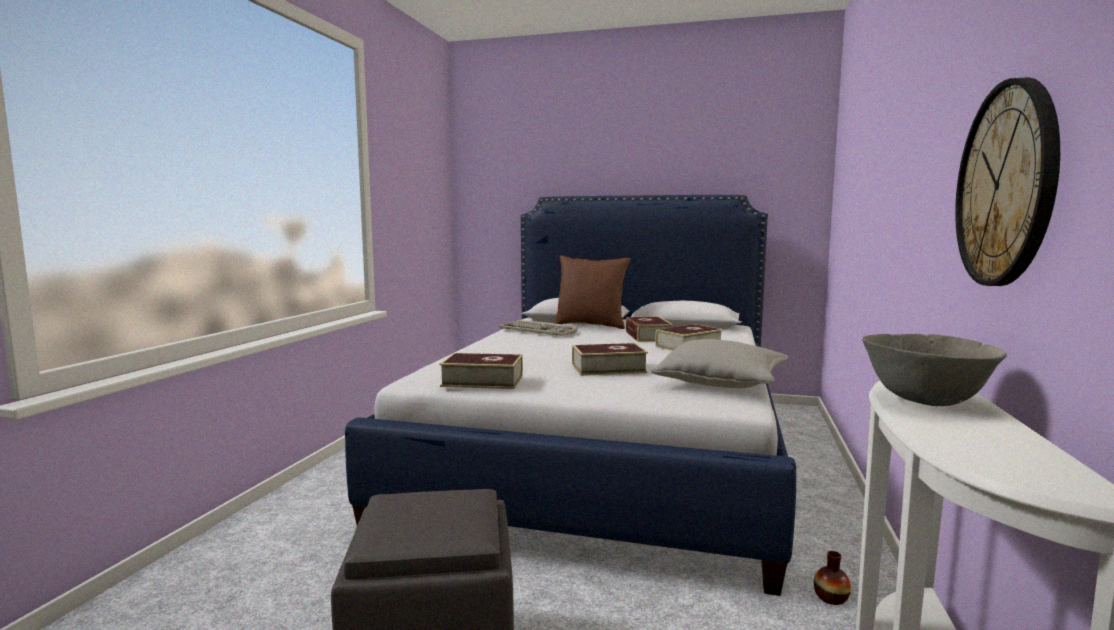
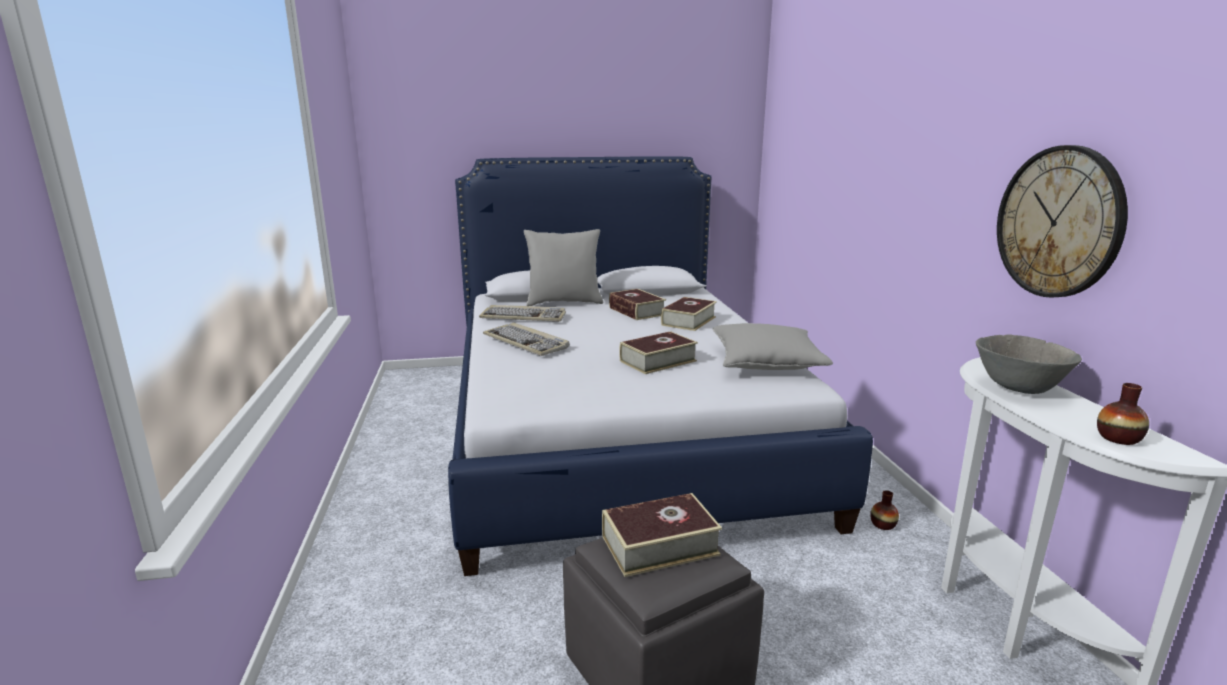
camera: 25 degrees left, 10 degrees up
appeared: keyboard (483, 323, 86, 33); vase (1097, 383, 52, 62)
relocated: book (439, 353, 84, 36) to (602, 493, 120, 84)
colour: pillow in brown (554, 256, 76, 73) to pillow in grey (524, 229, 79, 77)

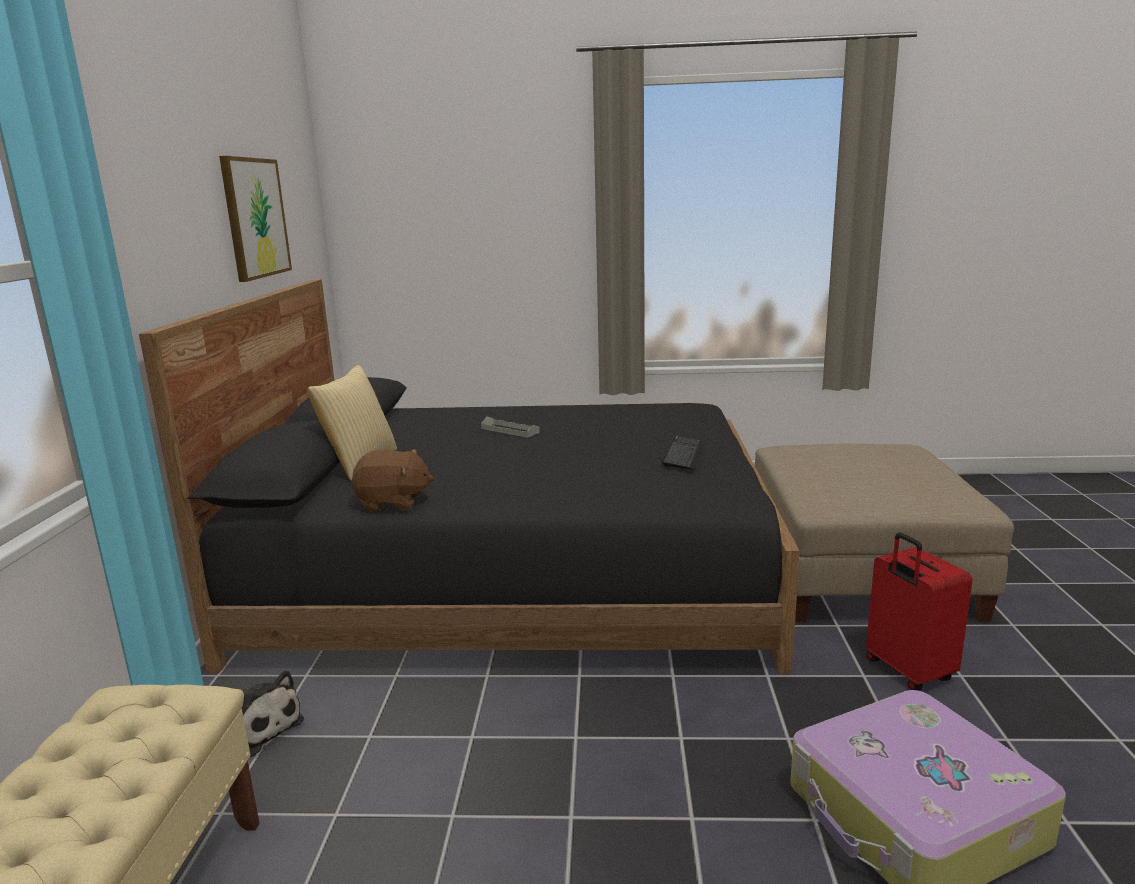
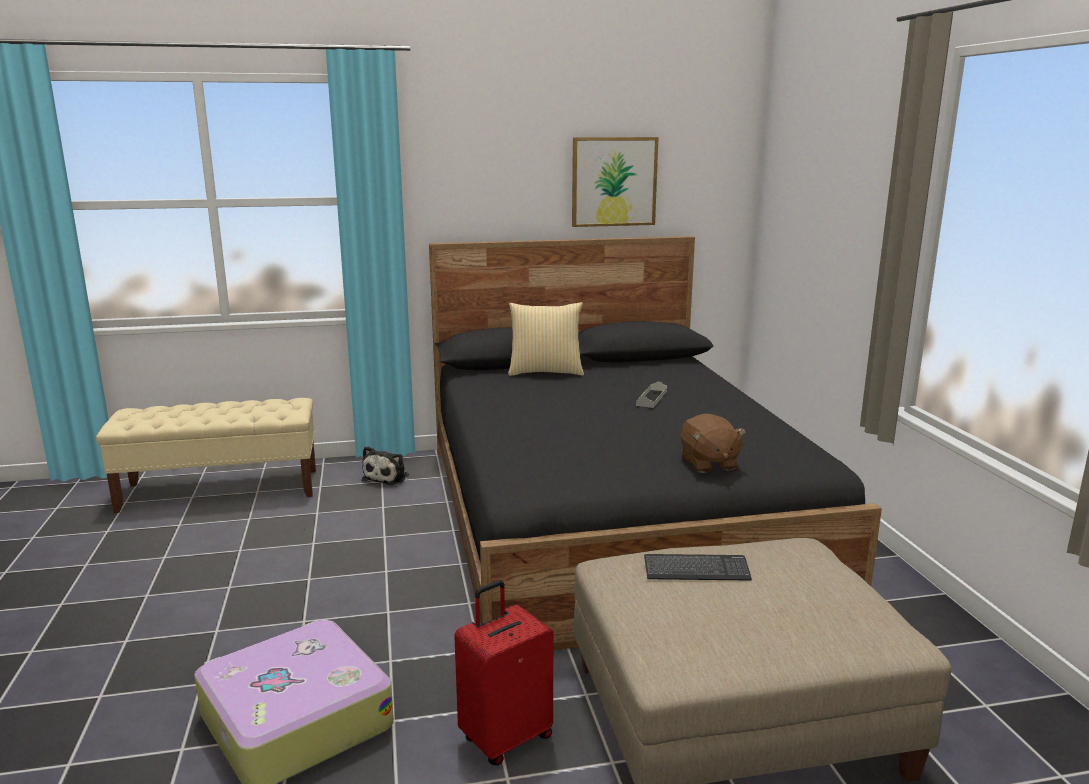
camera: 75 degrees right, 0 degrees up
relocated: plush toy in brown (352, 449, 82, 62) to (680, 414, 66, 59); keyboard (661, 435, 43, 35) to (644, 554, 108, 27)

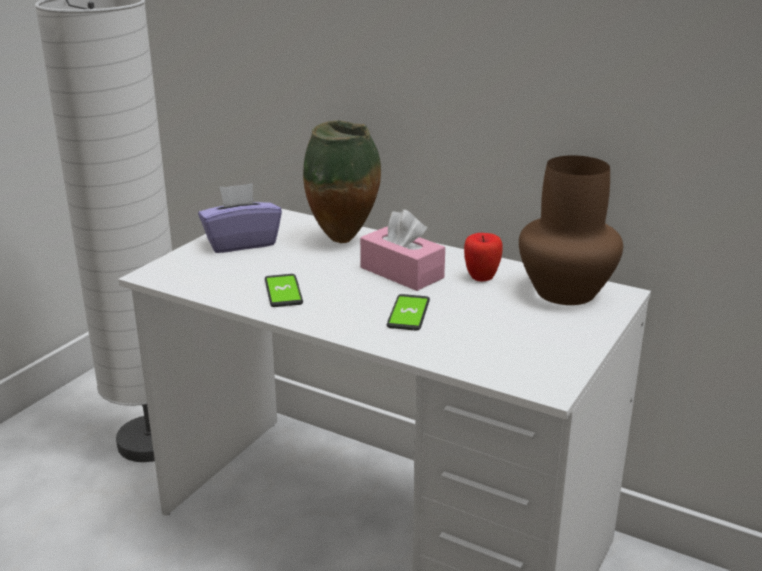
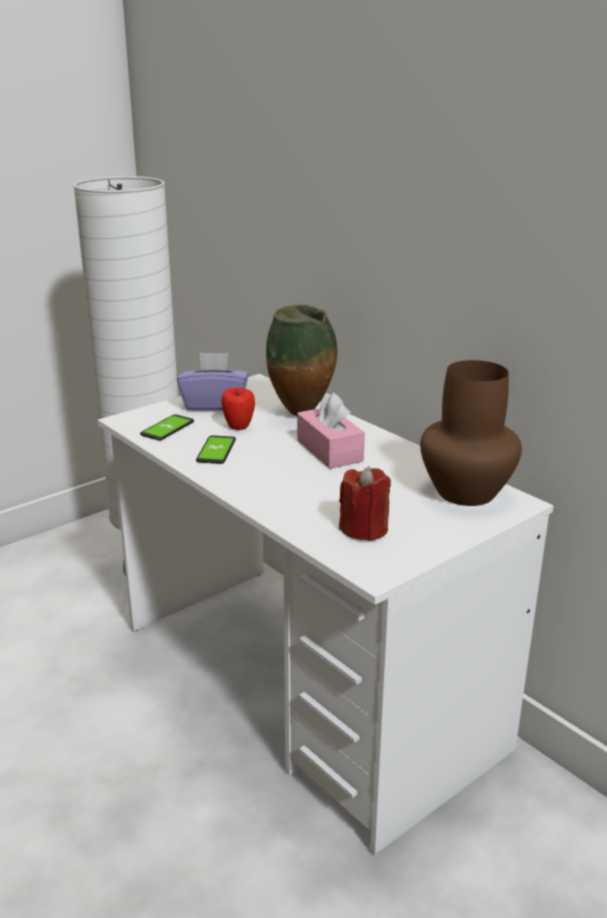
camera: 20 degrees right, 0 degrees up
appeared: candle in red (339, 466, 52, 75)
relocated: phone (387, 294, 43, 37) to (140, 414, 54, 27); apple (464, 233, 39, 49) to (221, 388, 34, 42)

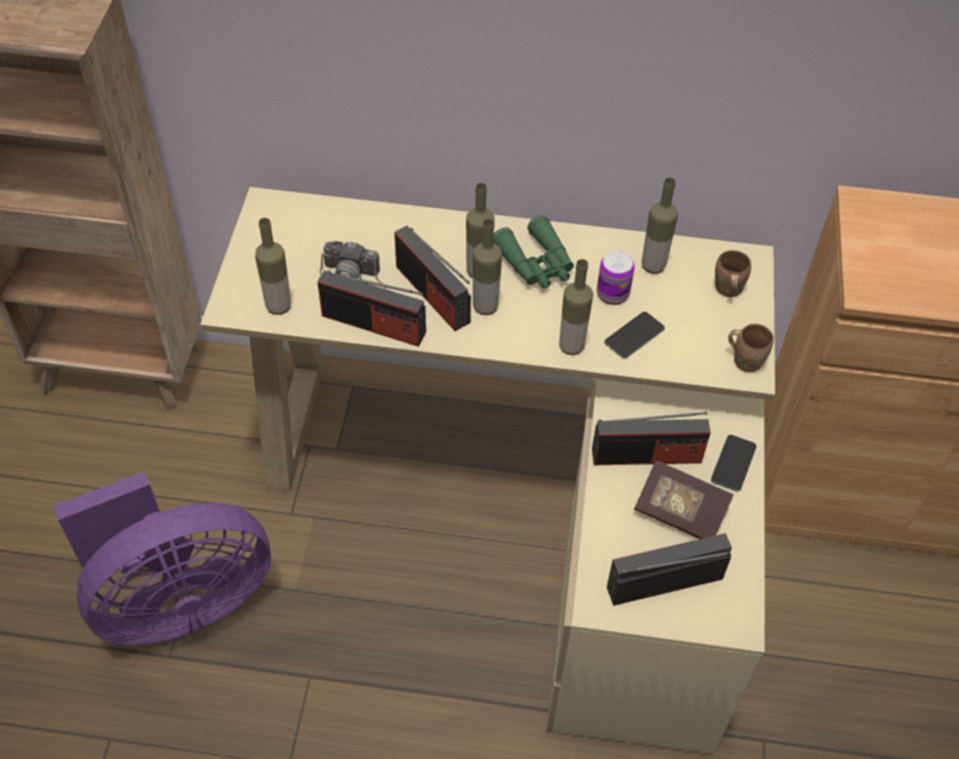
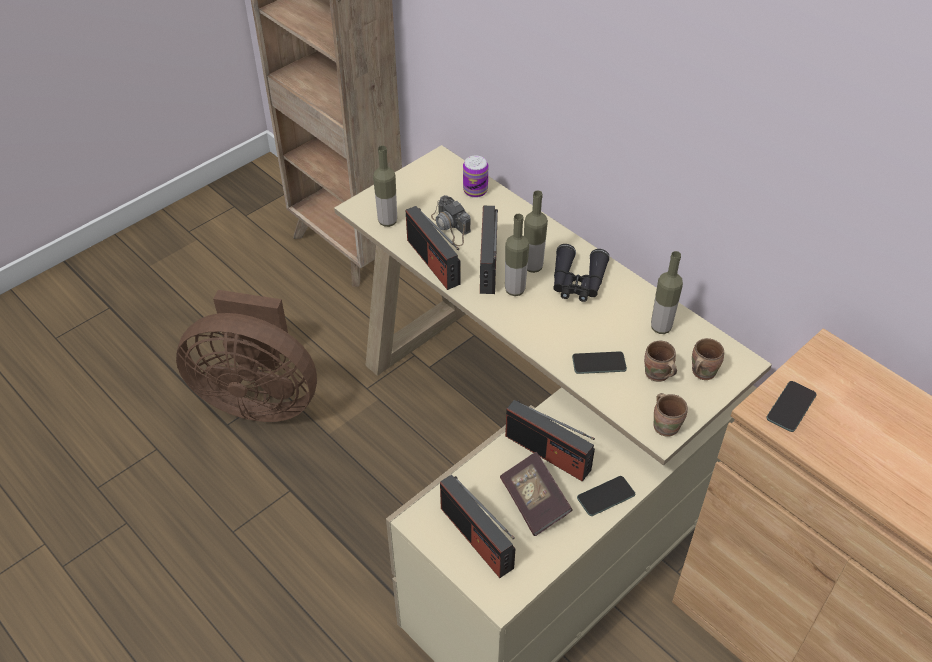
camera: 40 degrees right, 5 degrees down
missing: bottle (559, 259, 34, 96)
appeared: mug in brown (644, 341, 33, 41); phone (766, 381, 51, 51)
relocated: can (597, 251, 38, 54) to (463, 156, 25, 42)
colour: fan in purple (53, 471, 218, 174) to fan in brown (176, 290, 141, 132); binoculars in green (493, 215, 81, 74) to binoculars in black (553, 244, 57, 58)
spun: radio (607, 533, 125, 73) = (440, 475, 75, 103) 150 degrees counterclockwise

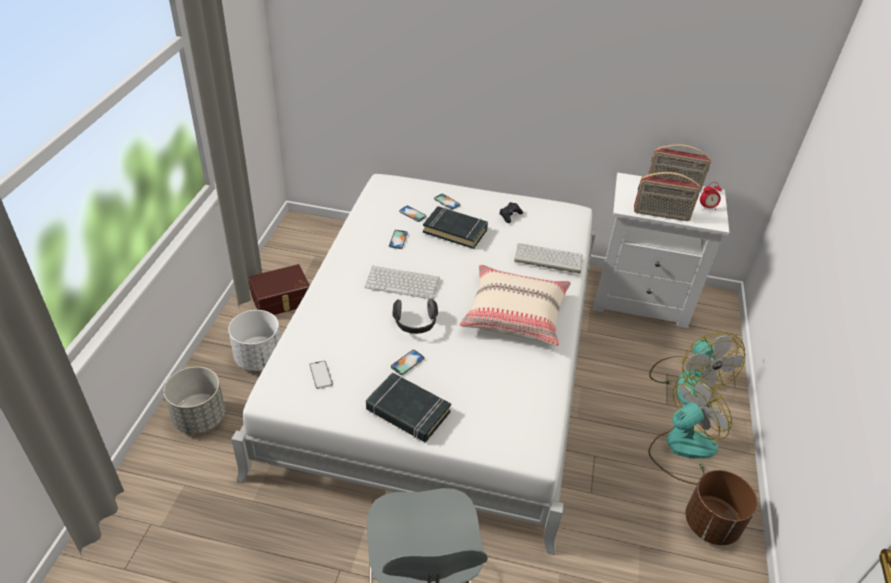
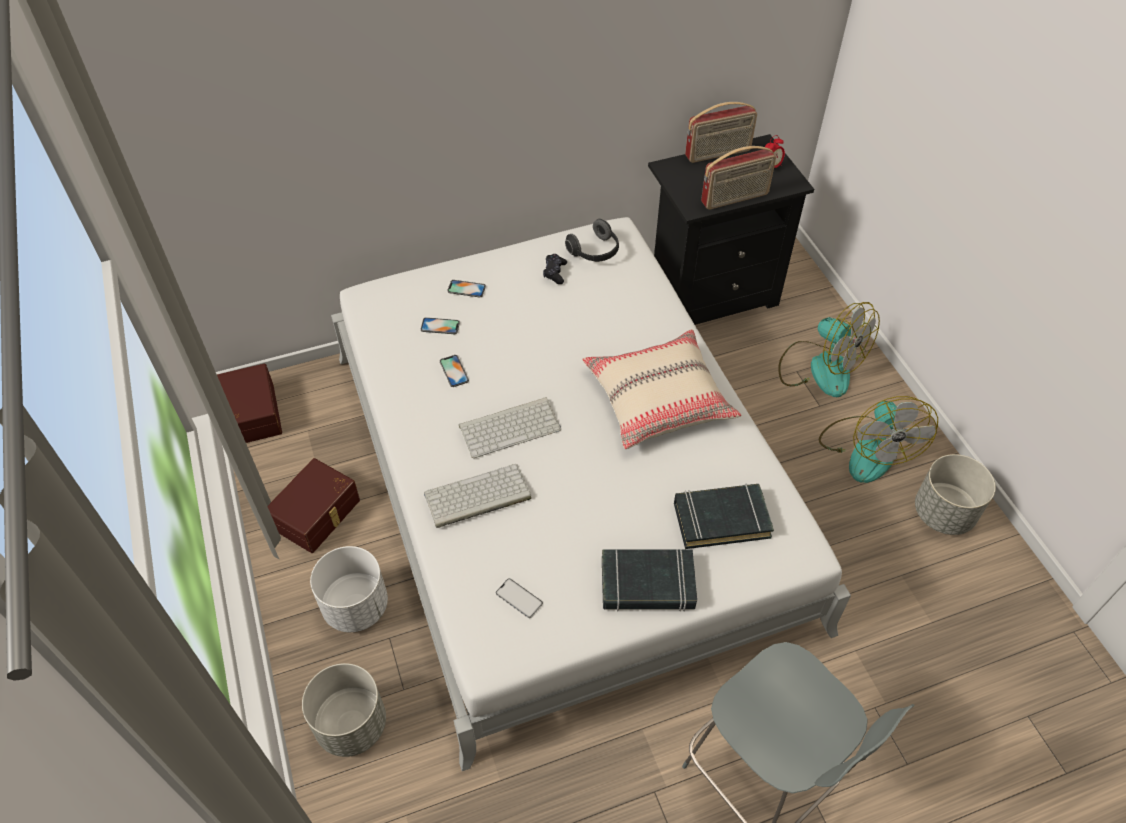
camera: 30 degrees left, 10 degrees up
missing: phone (391, 350, 33, 25)
appeared: storage box in brown (217, 364, 65, 79)
relocated: headphones (393, 299, 45, 35) to (565, 219, 54, 43); book in black (423, 206, 65, 43) to (674, 483, 100, 66); keyboard (514, 243, 69, 31) to (424, 464, 107, 64)
colour: nightstand in white (593, 172, 136, 156) to nightstand in black (648, 134, 166, 191); planter in brown (685, 470, 72, 75) to planter in grey (915, 454, 81, 81)
spun: fan (648, 376, 84, 109) = (819, 396, 119, 87) 150 degrees clockwise

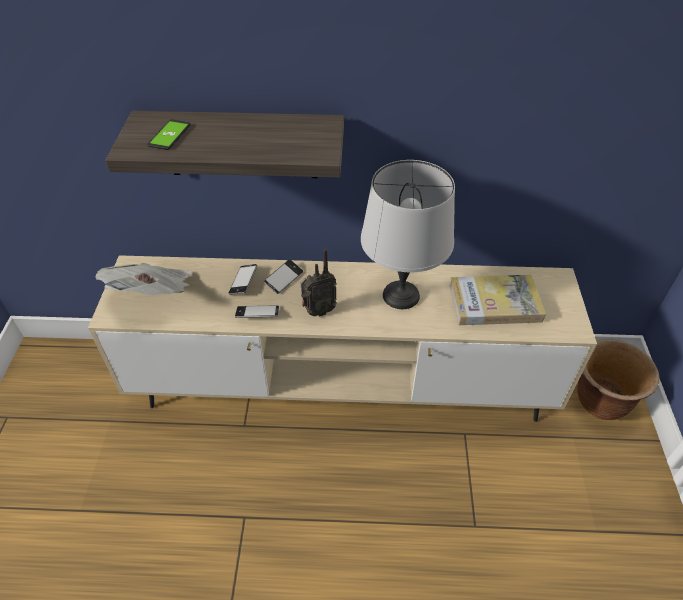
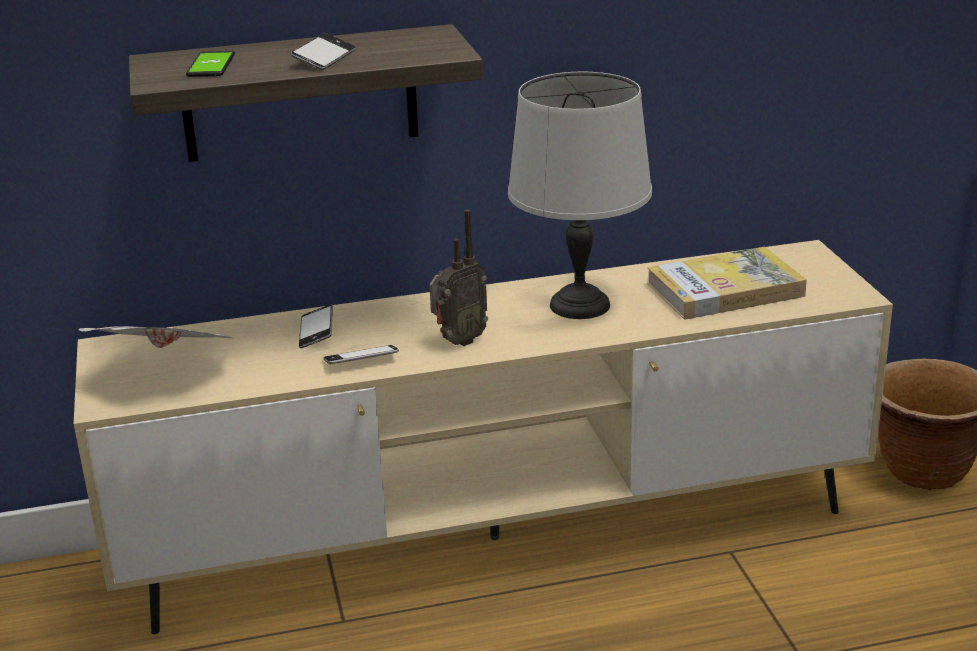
camera: 15 degrees left, 20 degrees down
relocated: phone (264, 259, 39, 35) to (290, 33, 66, 37)

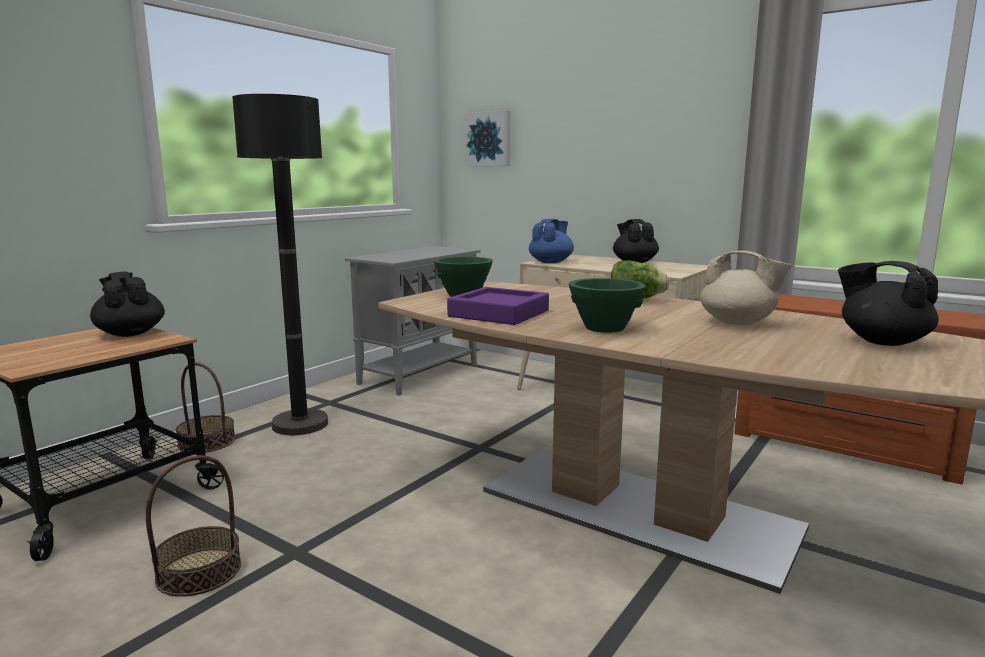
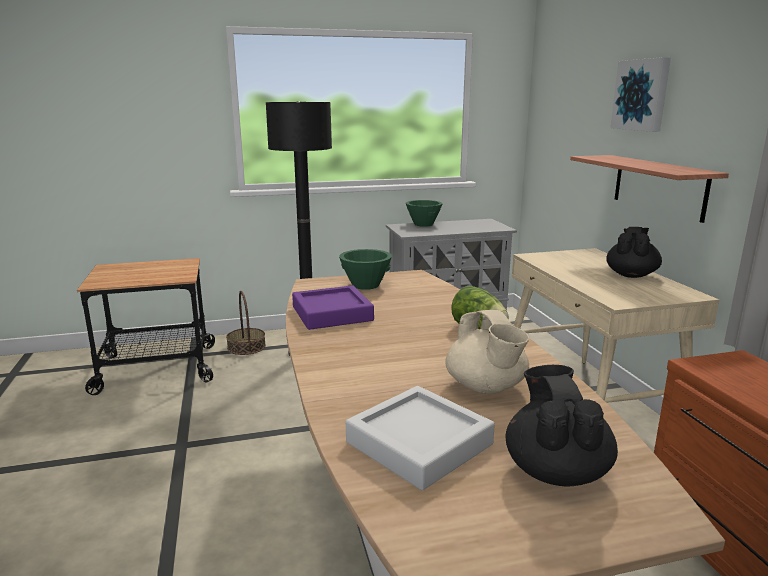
camera: 40 degrees right, 5 degrees up
missing: teapot in black (90, 271, 75, 66); basket (146, 455, 95, 142); teapot in blue (529, 219, 45, 44)
appeared: tray in grey (346, 386, 149, 104); shelf (570, 155, 159, 68)
relocated: picture (464, 110, 46, 56) to (610, 57, 61, 75); bowl in green (569, 278, 77, 55) to (406, 200, 37, 27)

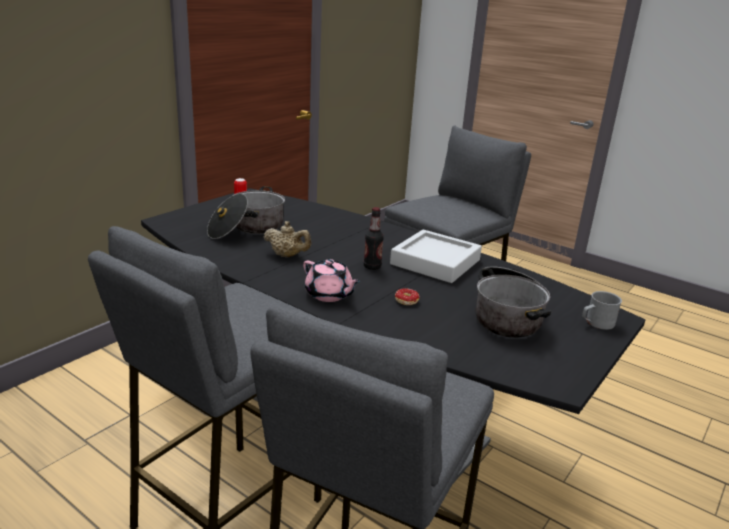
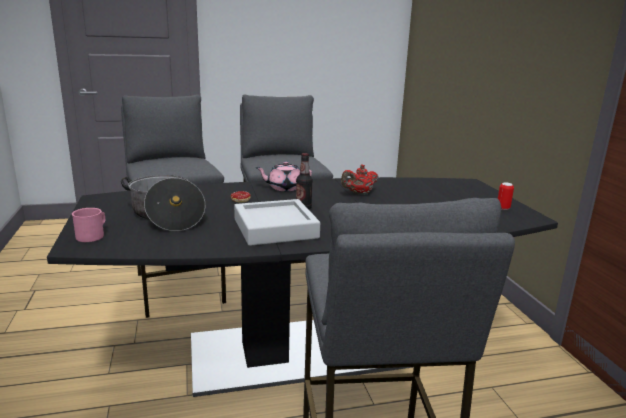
camera: 130 degrees right, 5 degrees down
missing: cooking pot (207, 186, 78, 53)
colour: teapot in beige (263, 221, 49, 36) to teapot in red (341, 164, 38, 31); mug in grey (582, 291, 40, 39) to mug in pink (72, 208, 33, 34)

